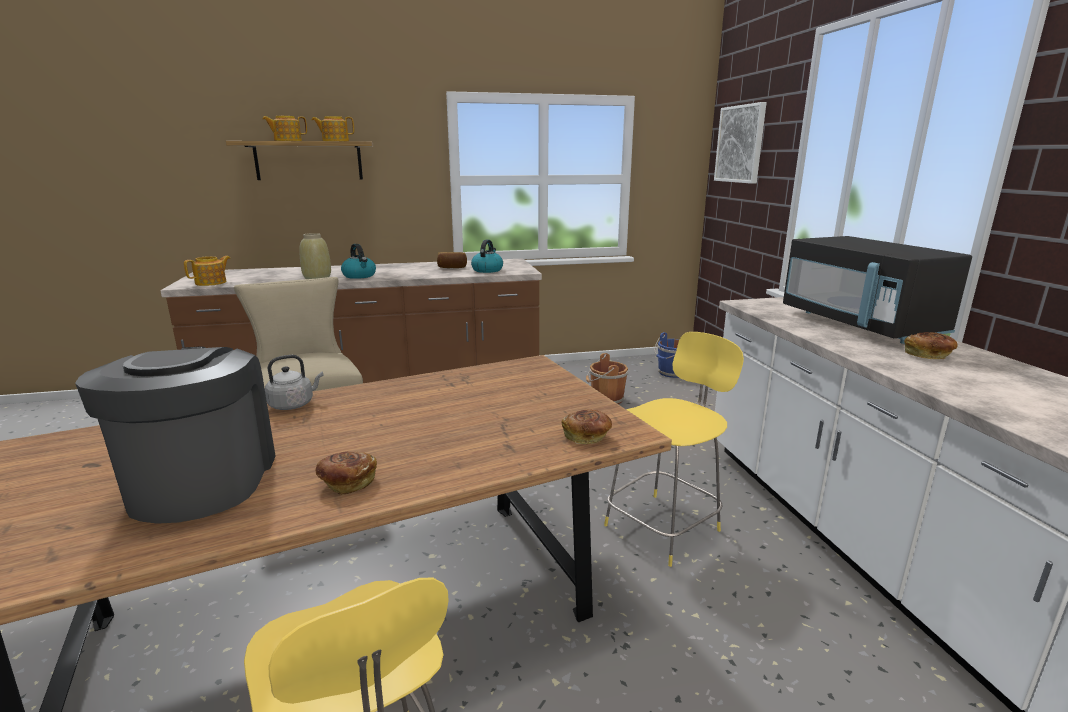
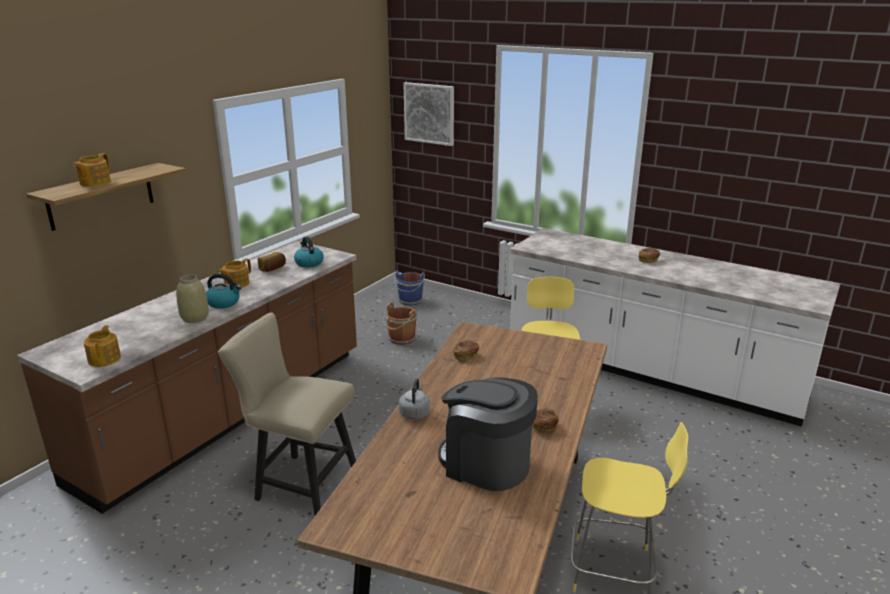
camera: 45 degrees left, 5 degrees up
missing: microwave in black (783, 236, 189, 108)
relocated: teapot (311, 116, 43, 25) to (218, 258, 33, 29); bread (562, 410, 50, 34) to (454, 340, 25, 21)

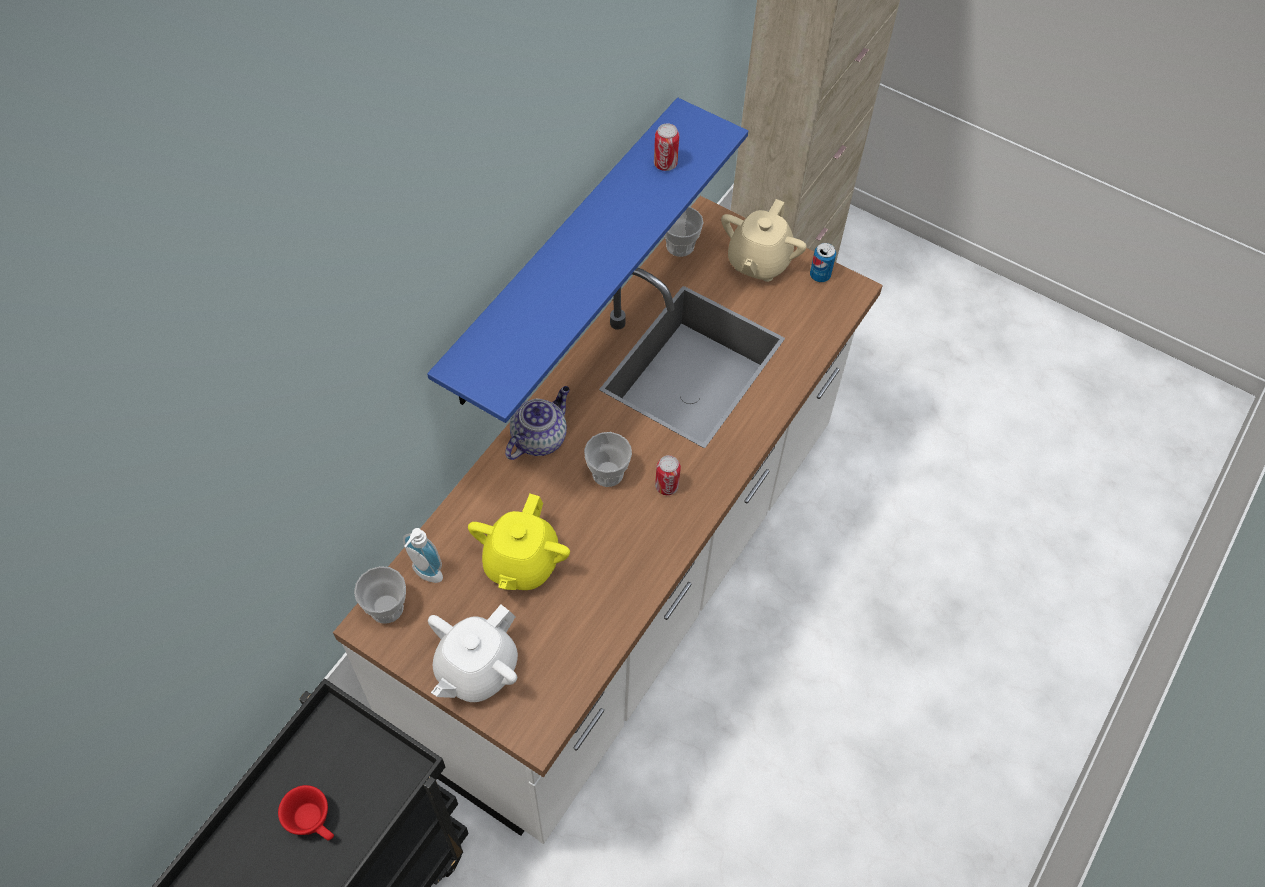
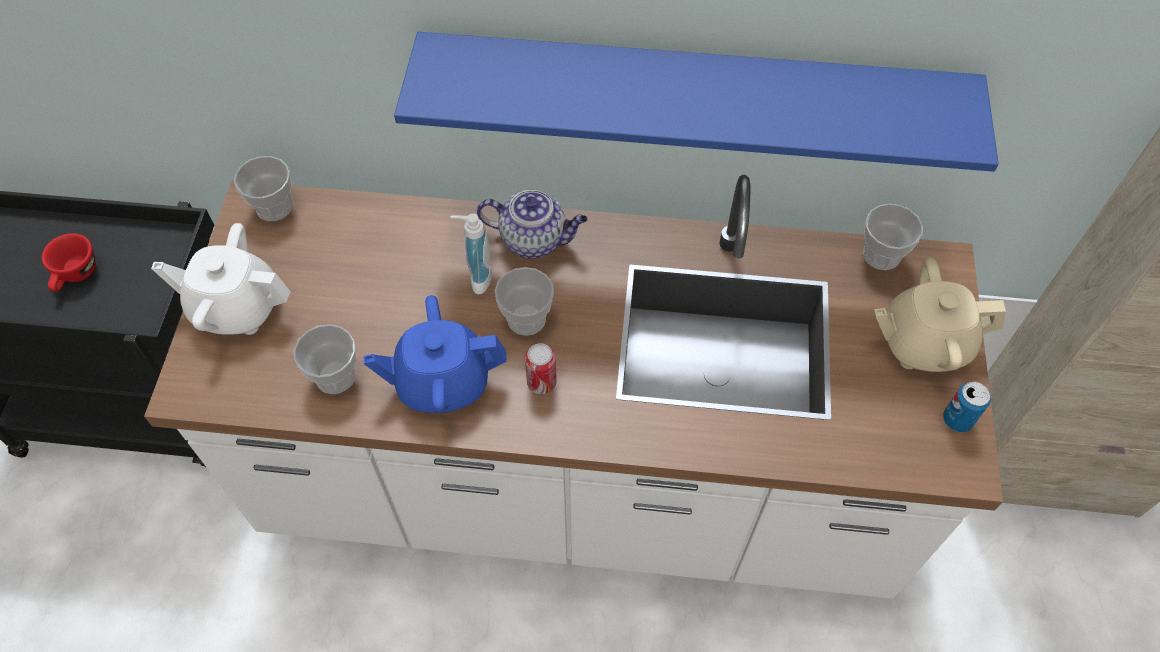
camera: 65 degrees right, 0 degrees up
missing: teapot in yellow (468, 494, 102, 96); can (654, 123, 25, 48)
appeared: cup (294, 324, 62, 70); teapot in blue (363, 295, 144, 118)
relocated: soap dispenser (403, 528, 40, 55) to (450, 214, 42, 81)

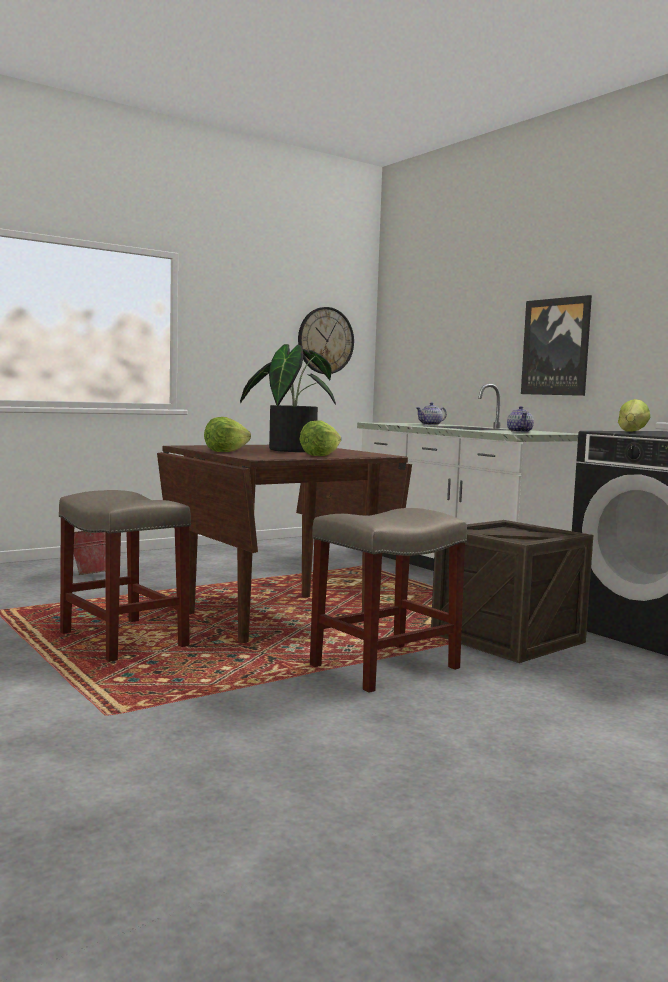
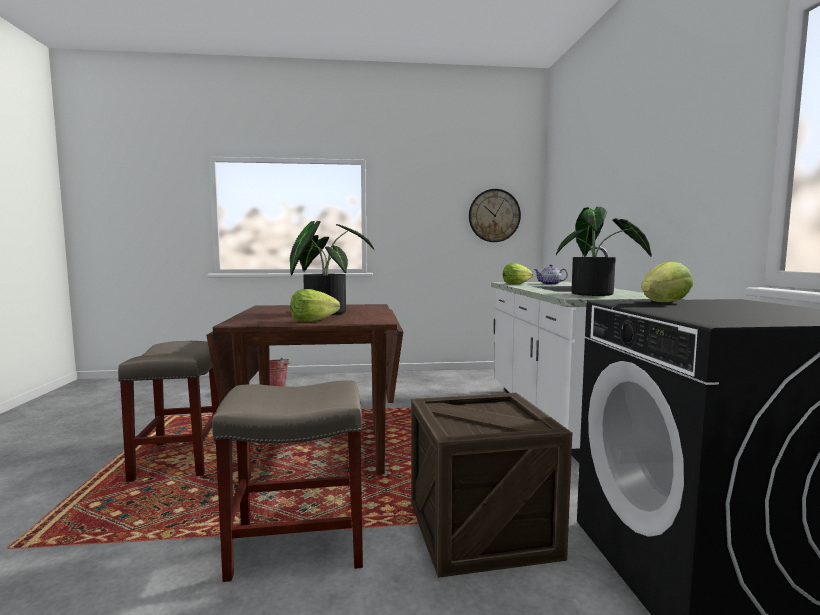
camera: 30 degrees right, 0 degrees up
missing: picture (521, 295, 71, 101)
relocated: lettuce (204, 417, 47, 35) to (503, 263, 30, 21)
exchanged: teapot (507, 406, 27, 26) to potted plant (556, 207, 96, 89)

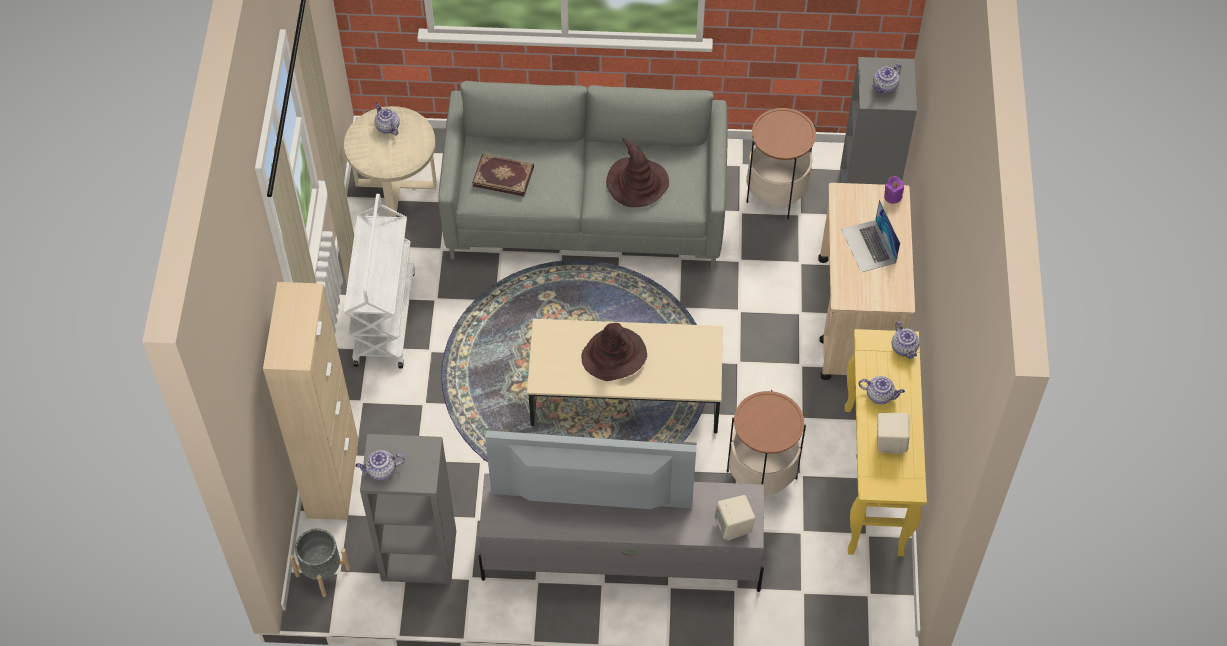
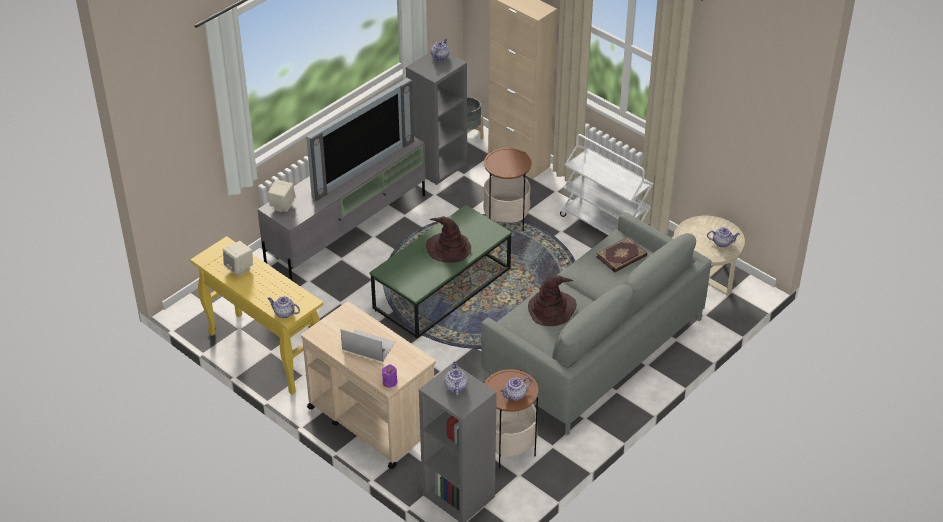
camera: 130 degrees right, 15 degrees down
relocated: side table (727, 390, 79, 105) to (483, 148, 48, 83); teapot (858, 376, 47, 28) to (500, 377, 31, 23)
colour: coffee table in beige (527, 319, 196, 114) to coffee table in green (369, 205, 143, 133)

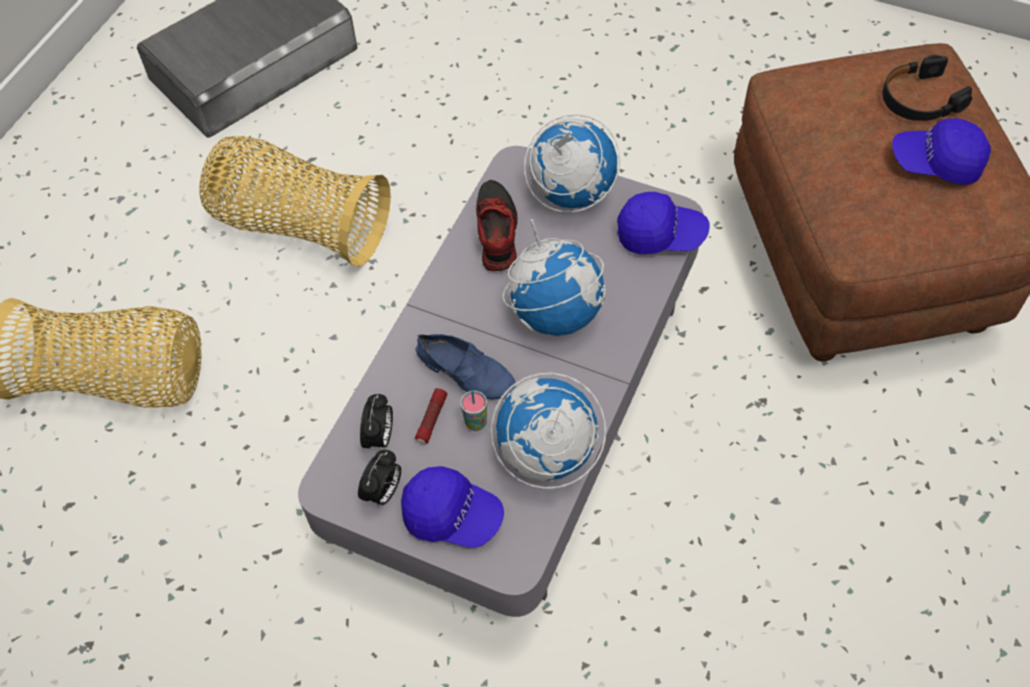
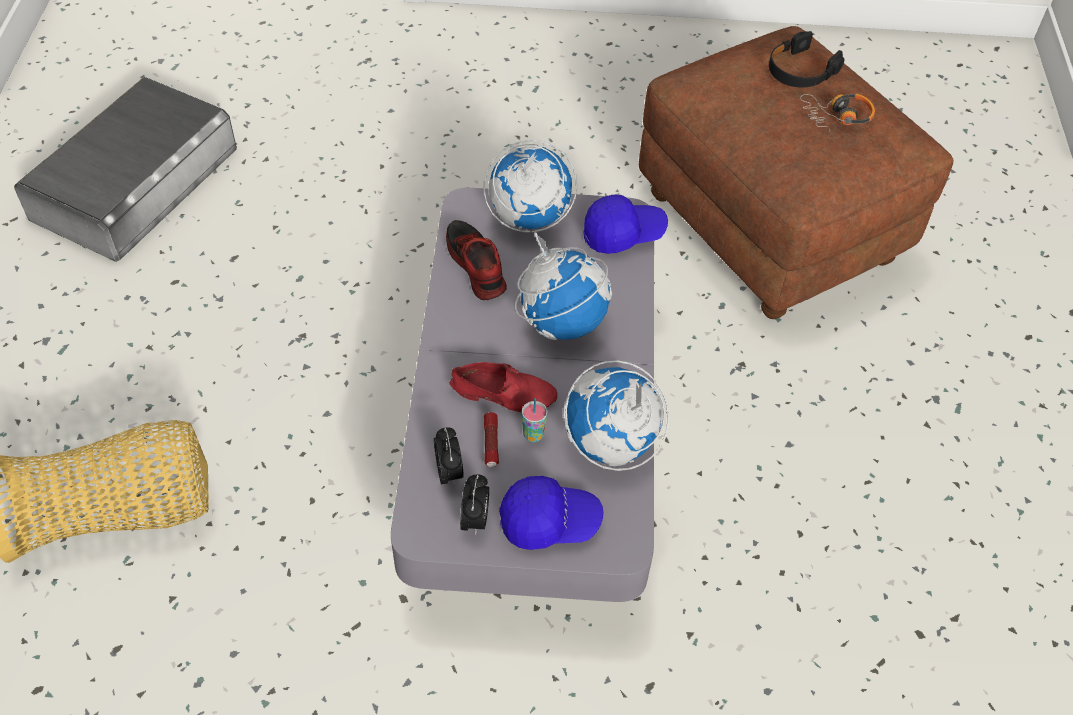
camera: 25 degrees left, 5 degrees down
missing: basket (200, 136, 191, 131)
exchanged: cap in blue (892, 118, 99, 67) to headphones (800, 94, 75, 39)
colour: shoe in blue (415, 334, 101, 66) to shoe in red (449, 362, 108, 50)

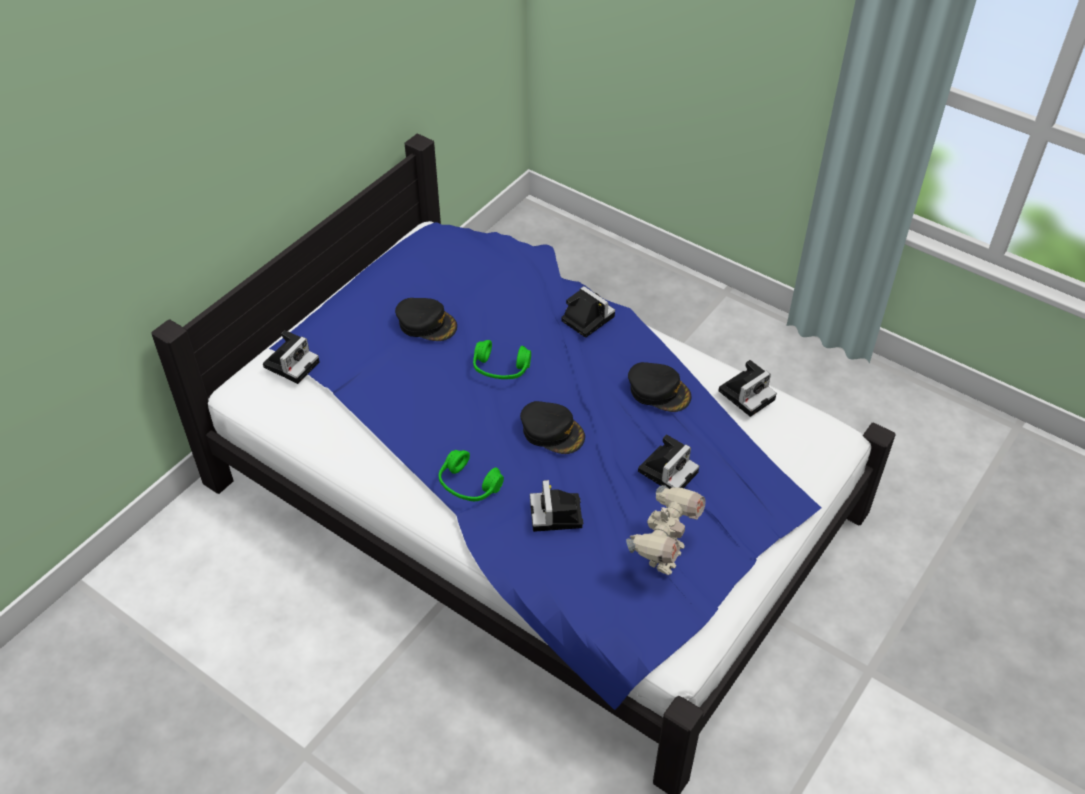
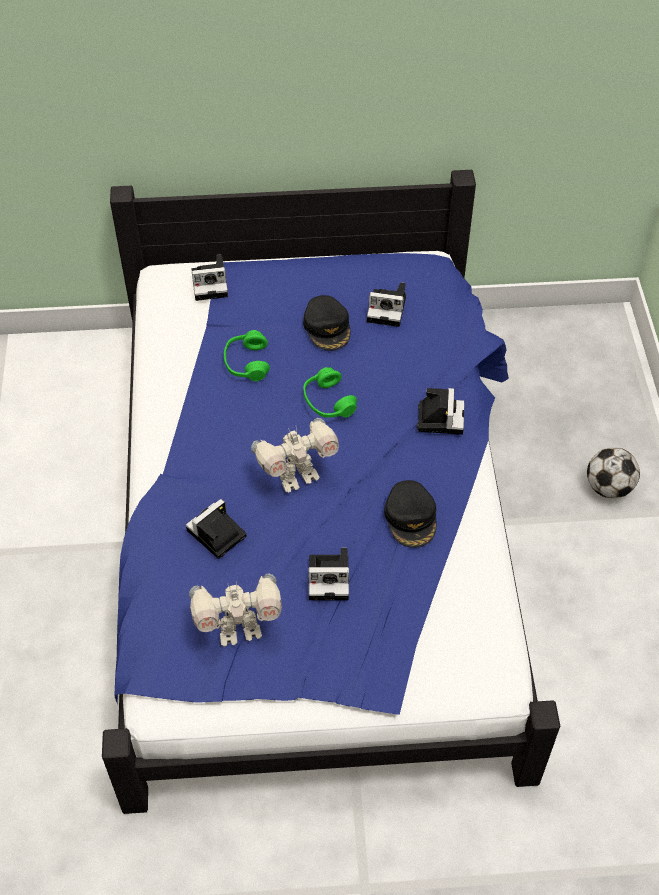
camera: 50 degrees right, 5 degrees up
appeared: football (587, 447, 53, 51)
relocated: headphones in green (439, 450, 65, 51) to (224, 330, 46, 51); photo camera (718, 360, 59, 57) to (367, 282, 39, 45)
exchanged: cap in black (520, 401, 65, 53) to toy robot (251, 418, 88, 75)

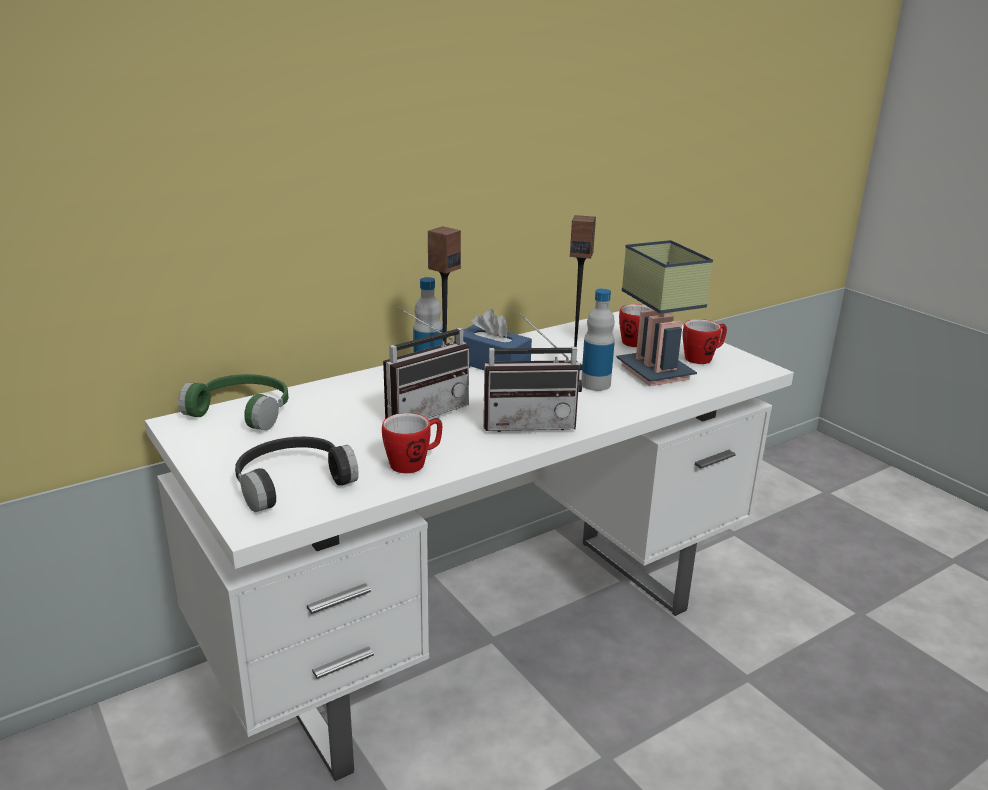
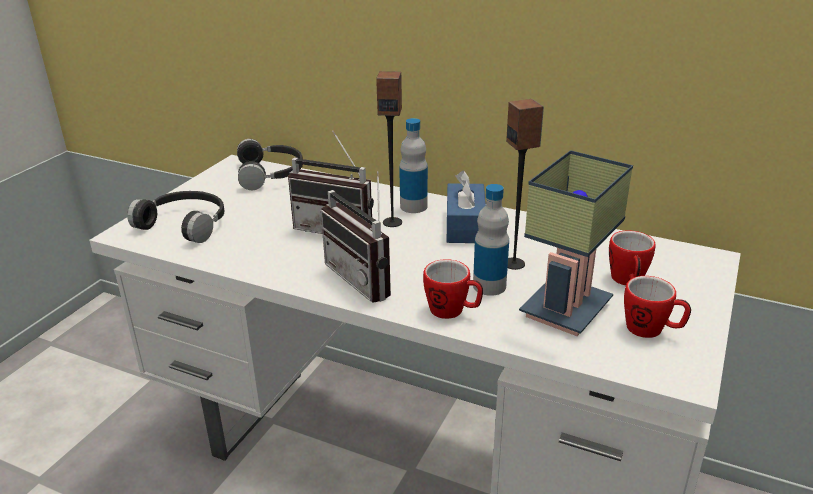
camera: 60 degrees right, 5 degrees up
relocated: mug (382, 413, 60, 60) to (423, 259, 60, 60)
colour: headphones in green (178, 374, 111, 57) to headphones in black (237, 139, 66, 51)

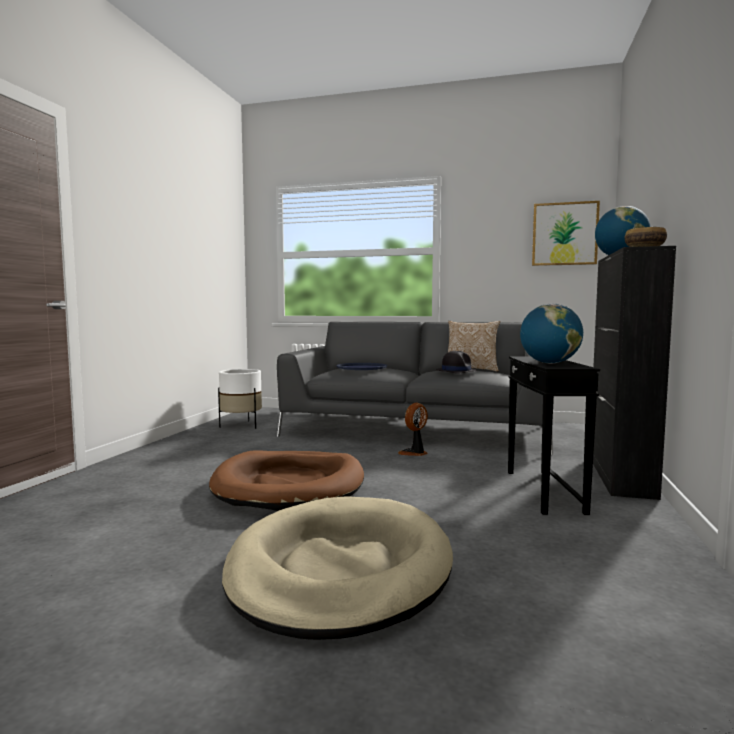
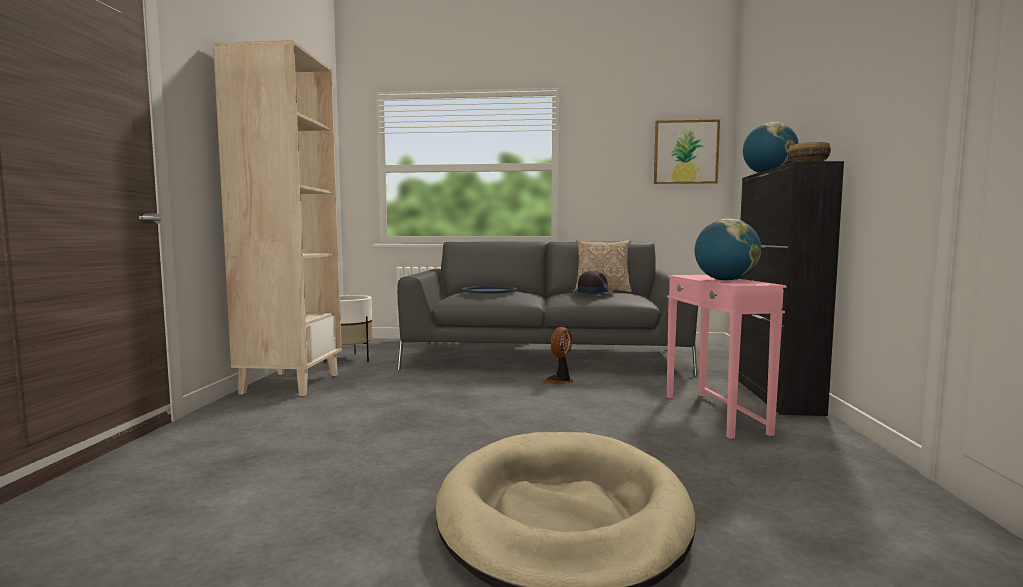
camera: 10 degrees left, 0 degrees up
missing: dog bed in brown (209, 450, 155, 61)
appeared: bookcase in beige (213, 40, 129, 356)
colour: side table in black (508, 356, 92, 159) to side table in pink (667, 275, 120, 163)

